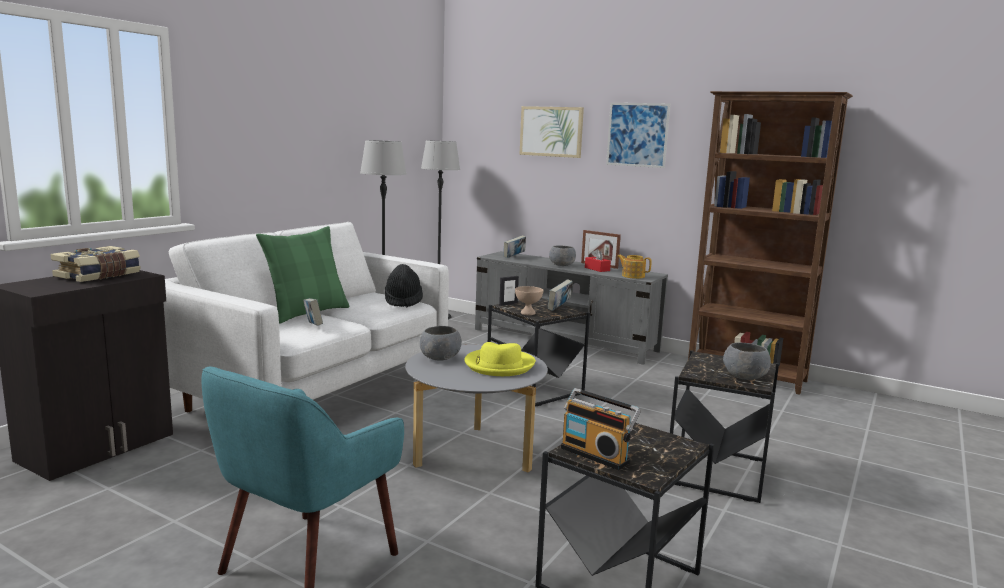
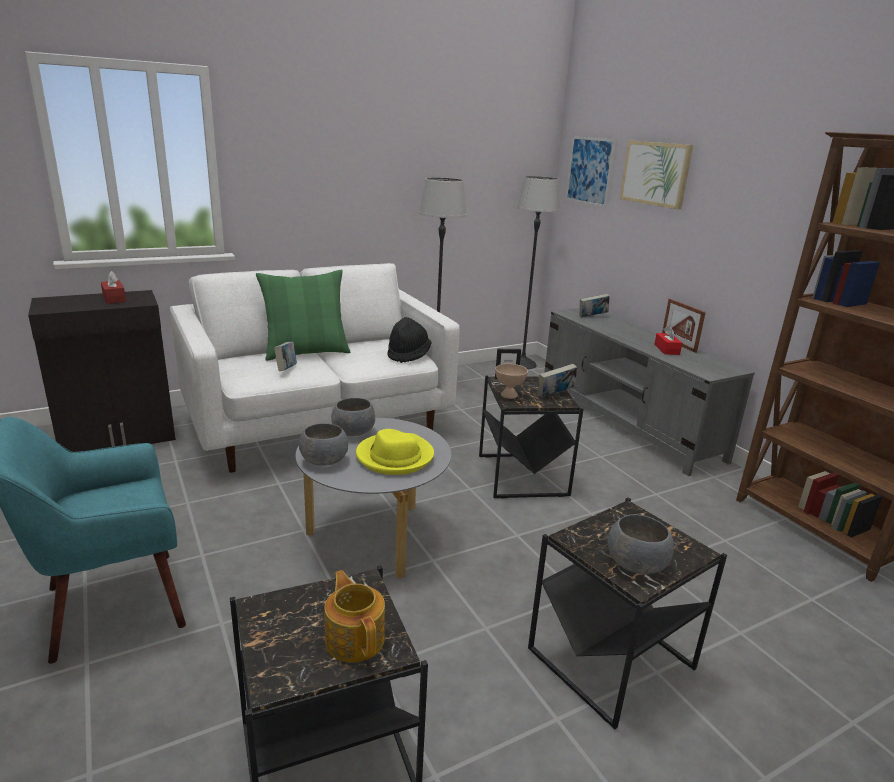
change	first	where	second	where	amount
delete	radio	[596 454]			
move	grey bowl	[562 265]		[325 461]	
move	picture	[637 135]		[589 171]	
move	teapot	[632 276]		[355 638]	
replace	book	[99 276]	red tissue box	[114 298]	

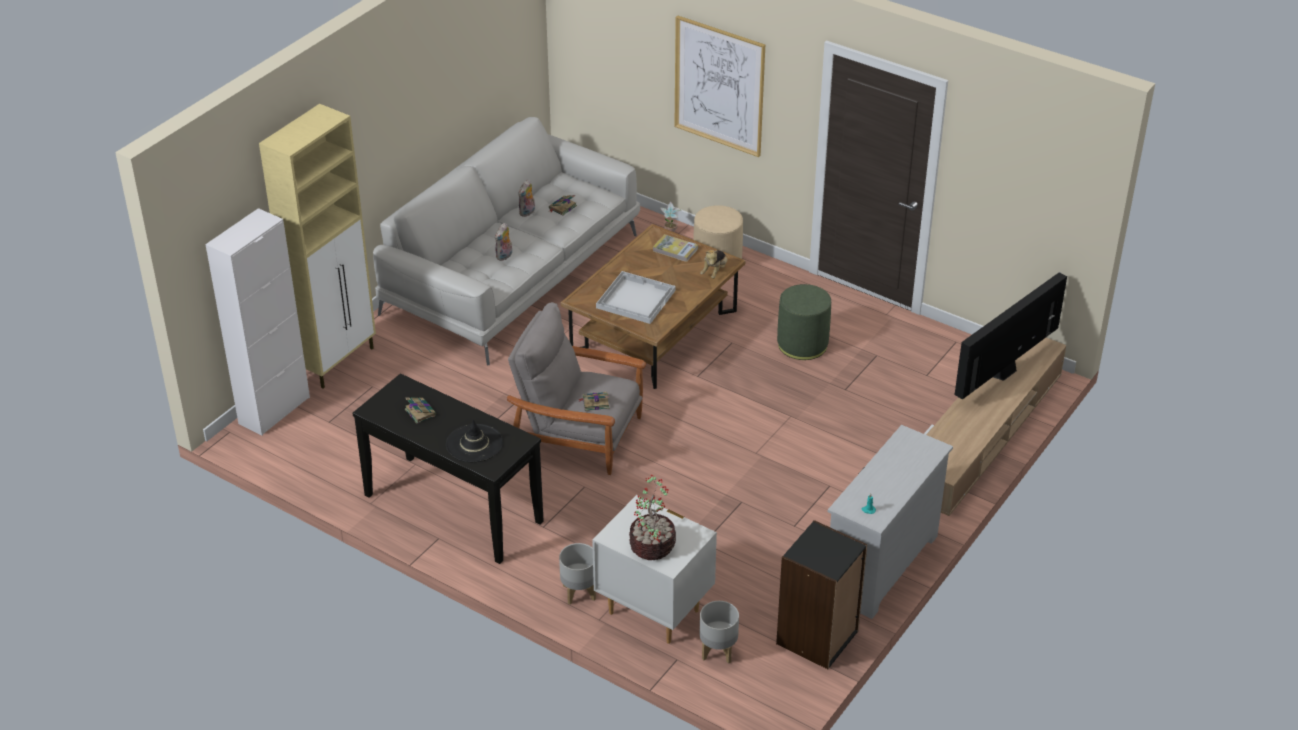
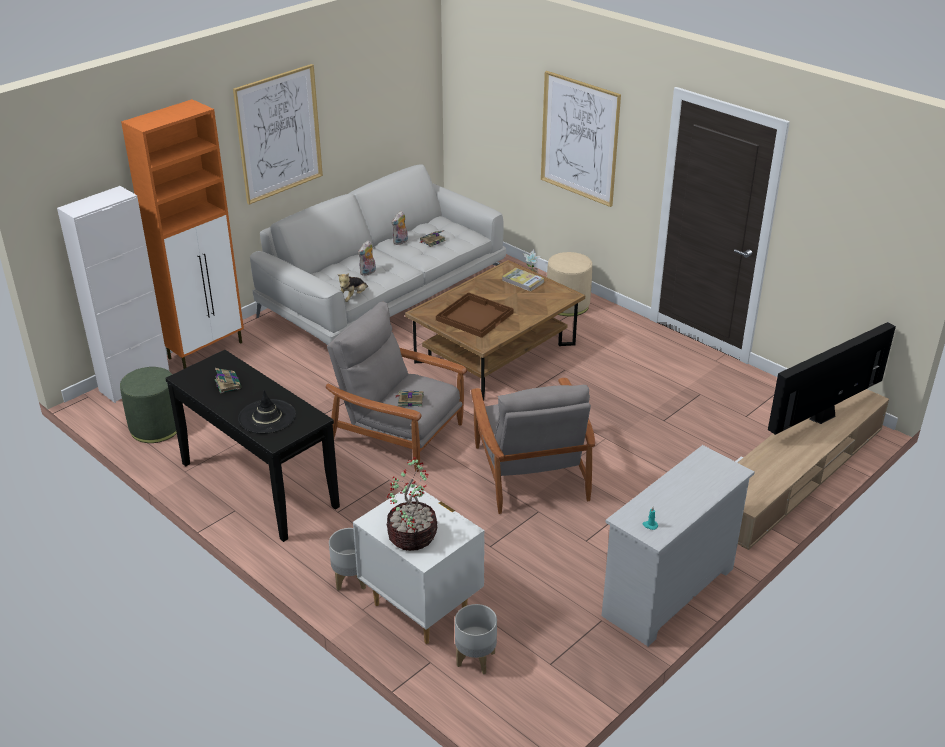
change	first	where	second	where	amount
delete	black bookcase	[818 638]			
insert			picture	[279 134]	
insert			grey armchair	[530 472]	
move	plush toy	[714 271]		[353 297]	
move	green ottoman	[802 344]		[155 428]	
recolor	beige cabinet	[337 362]	orange cabinet	[206 350]	
recolor	white tray	[635 298]	brown tray	[474 316]	

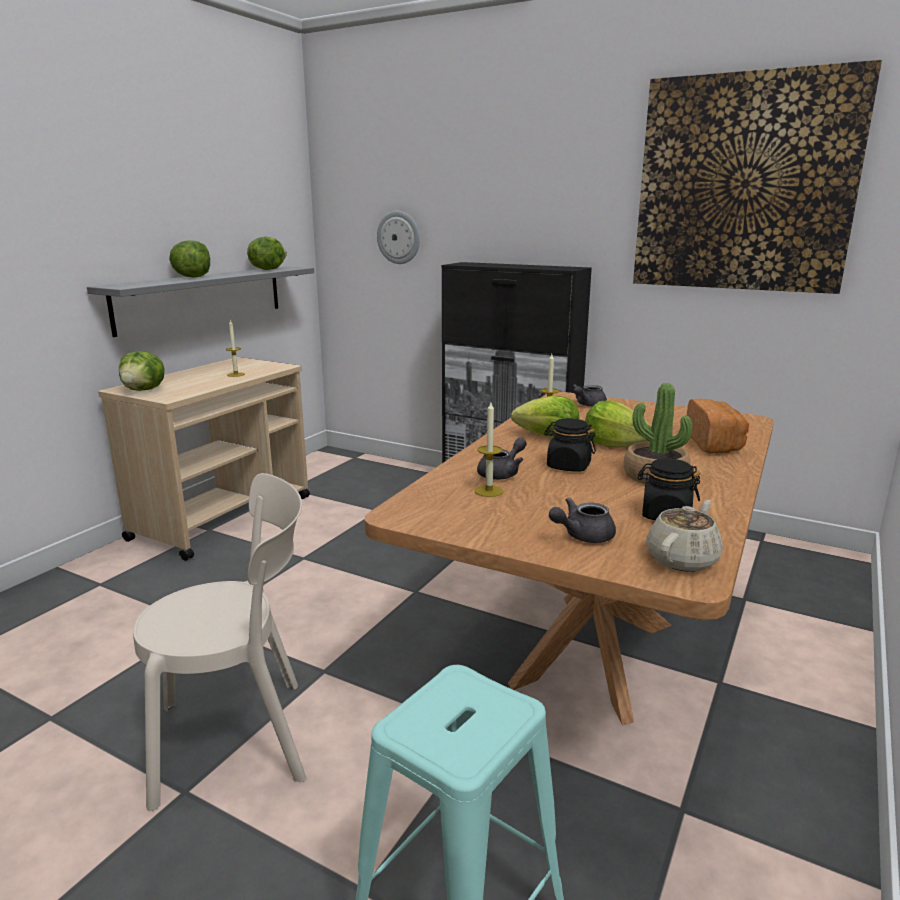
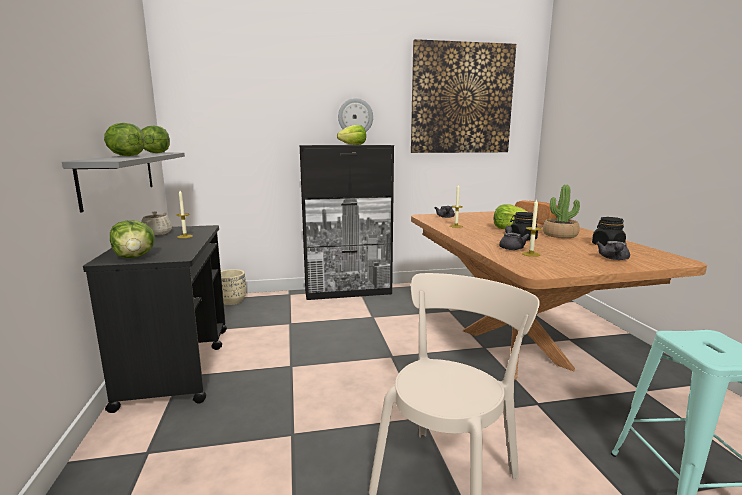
change	first	where	second	where	amount
insert			beige planter	[232 301]	
move	wall clock	[399 237]		[355 117]	
move	lettuce	[547 437]		[353 144]	
move	beige teapot	[683 559]		[157 233]	
recolor	beige cart	[224 517]	black cart	[178 364]	

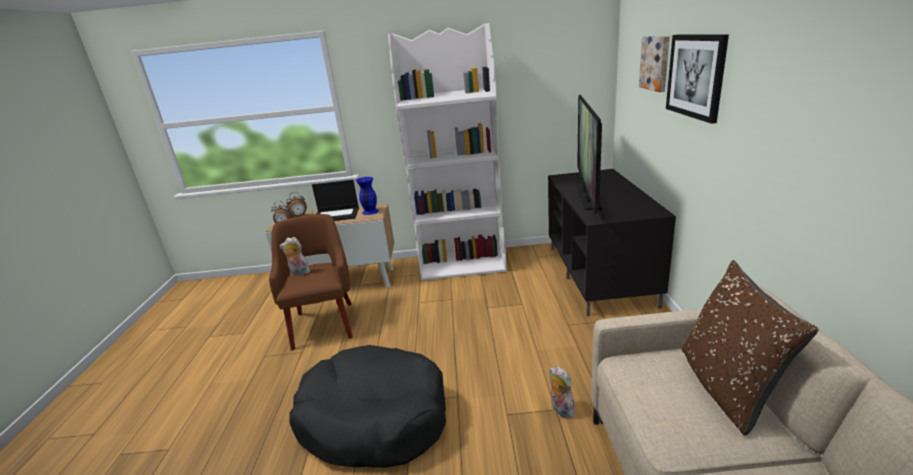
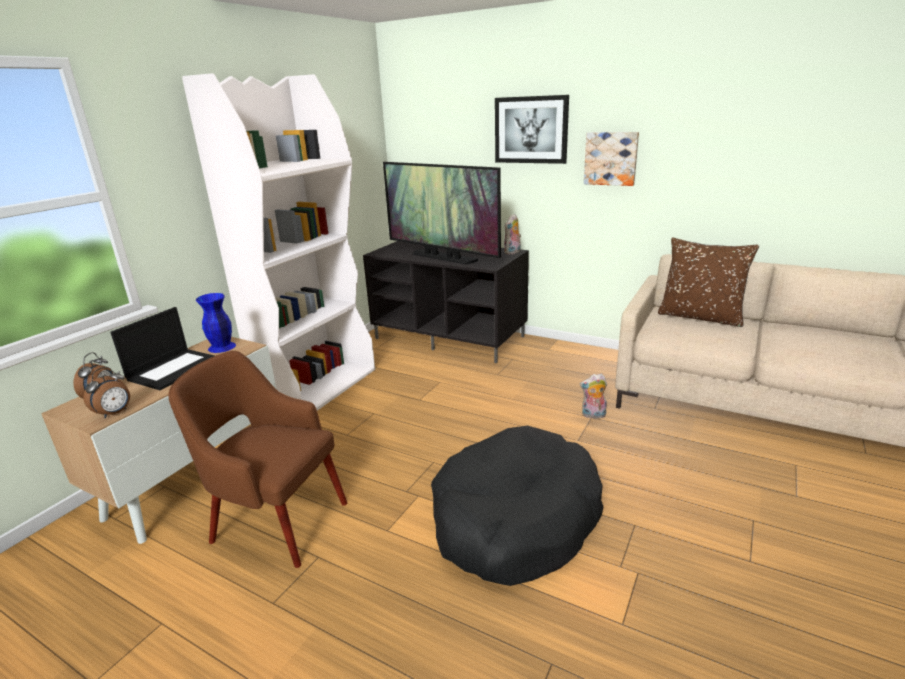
change	first	where	second	where	amount
move	plush toy	[298 273]		[512 252]	
move	picture	[656 63]		[611 158]	

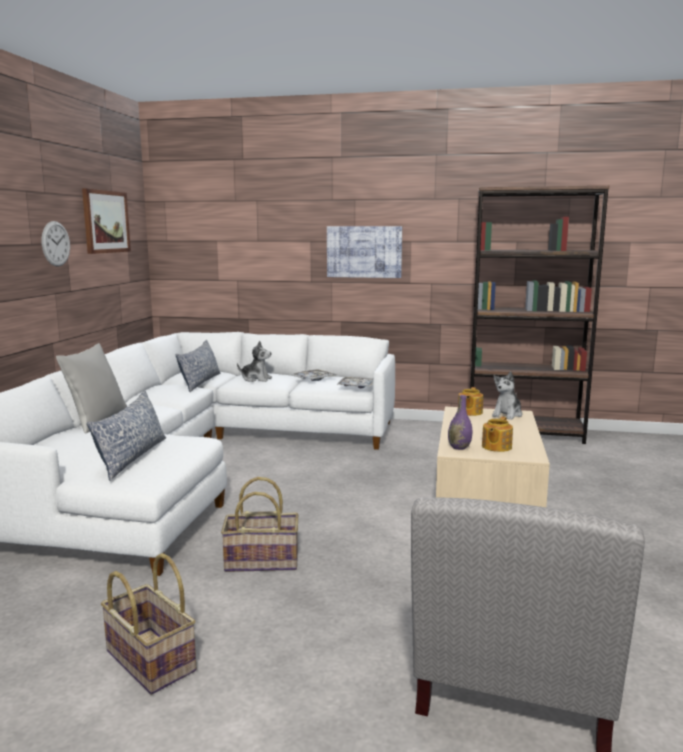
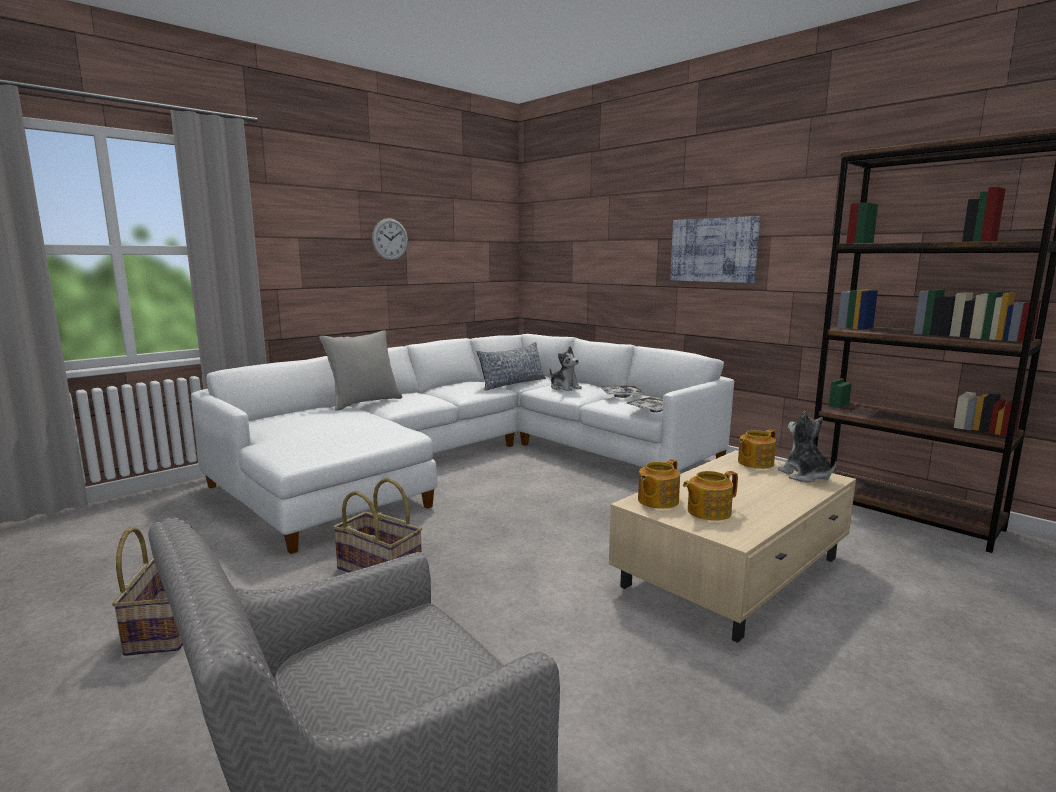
change	first	where	second	where	amount
delete	picture	[106 221]			
delete	pillow	[132 457]			
replace	purple vase	[459 447]	teapot	[657 501]	
rotate	plush toy	[507 414]		[805 476]	90 degrees clockwise

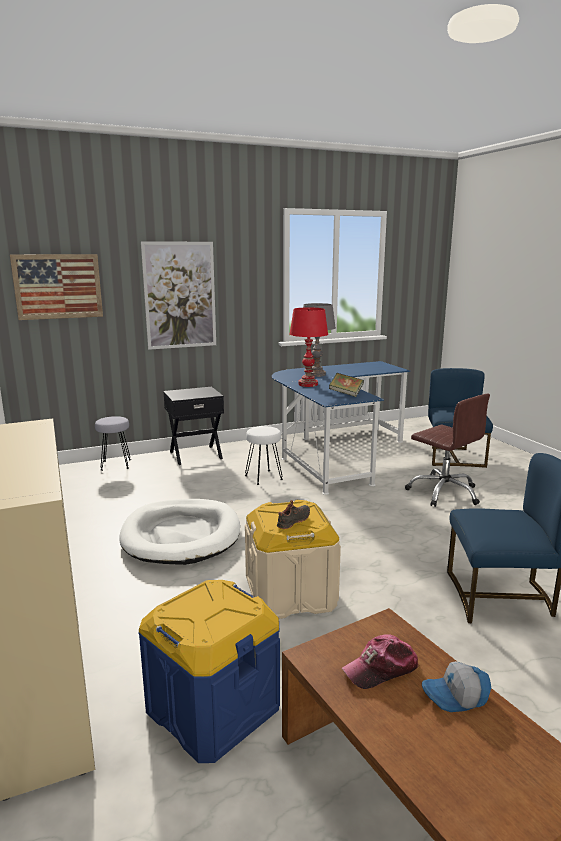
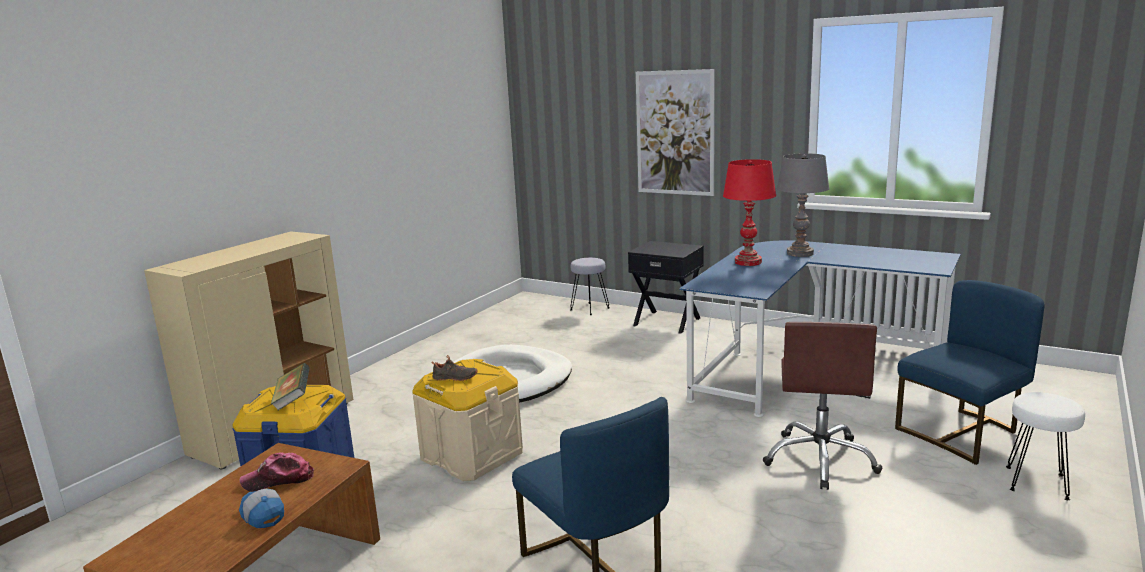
change	first	where	second	where	amount
delete	picture	[58 286]			
move	white stool	[264 477]		[1038 483]	
move	book	[346 394]		[293 400]	
rotate	cap	[381 669]		[279 480]	45 degrees counterclockwise

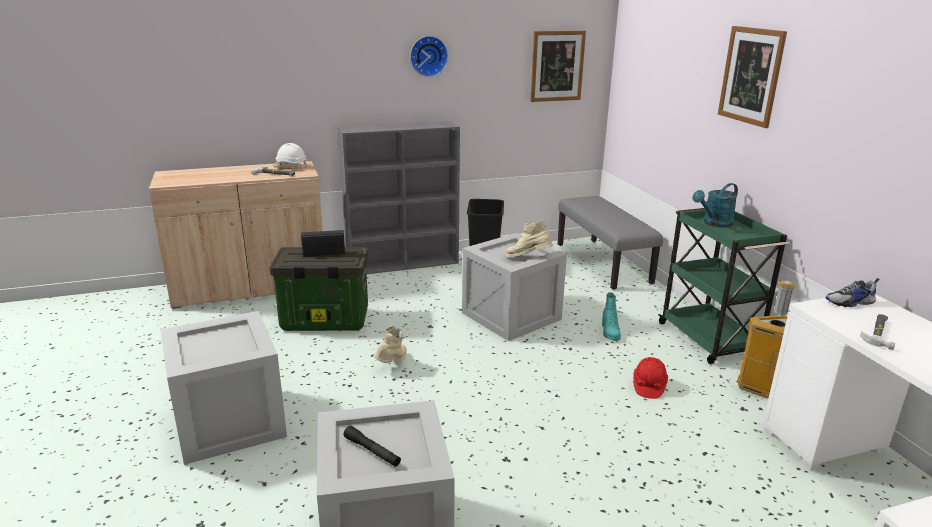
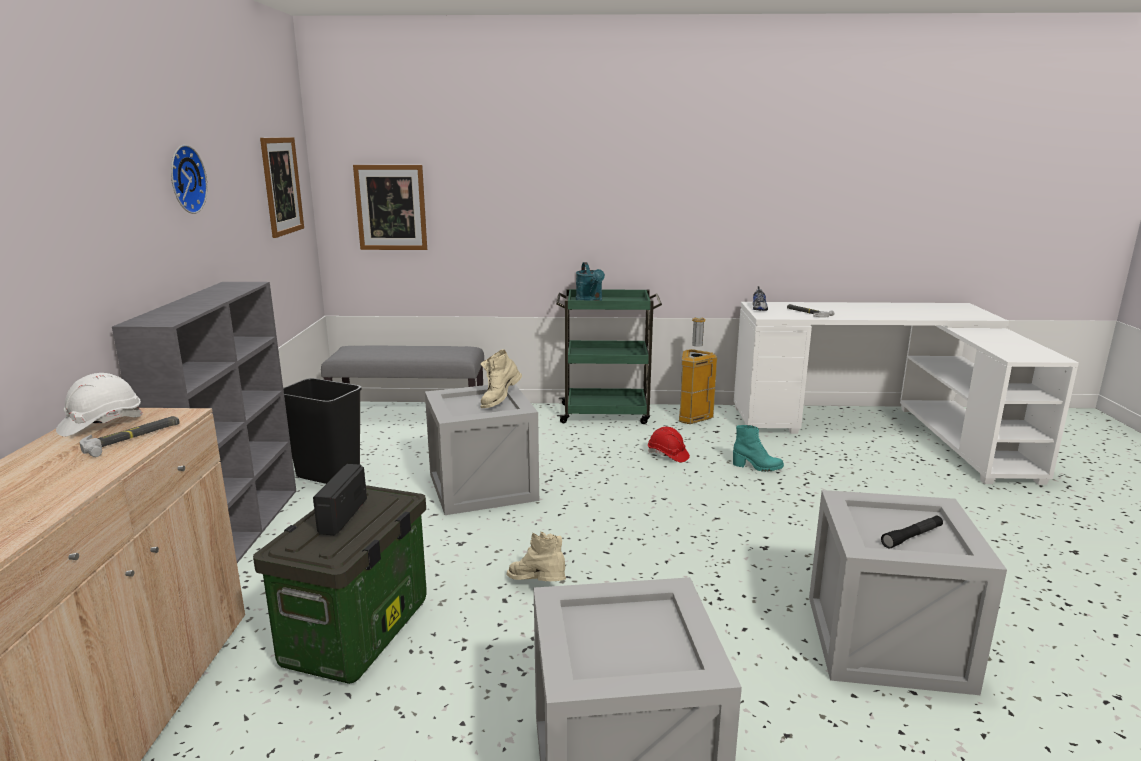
change	first	where	second	where	amount
move	turquoise boot	[609 332]		[757 467]	
move	picture	[751 75]		[391 207]	

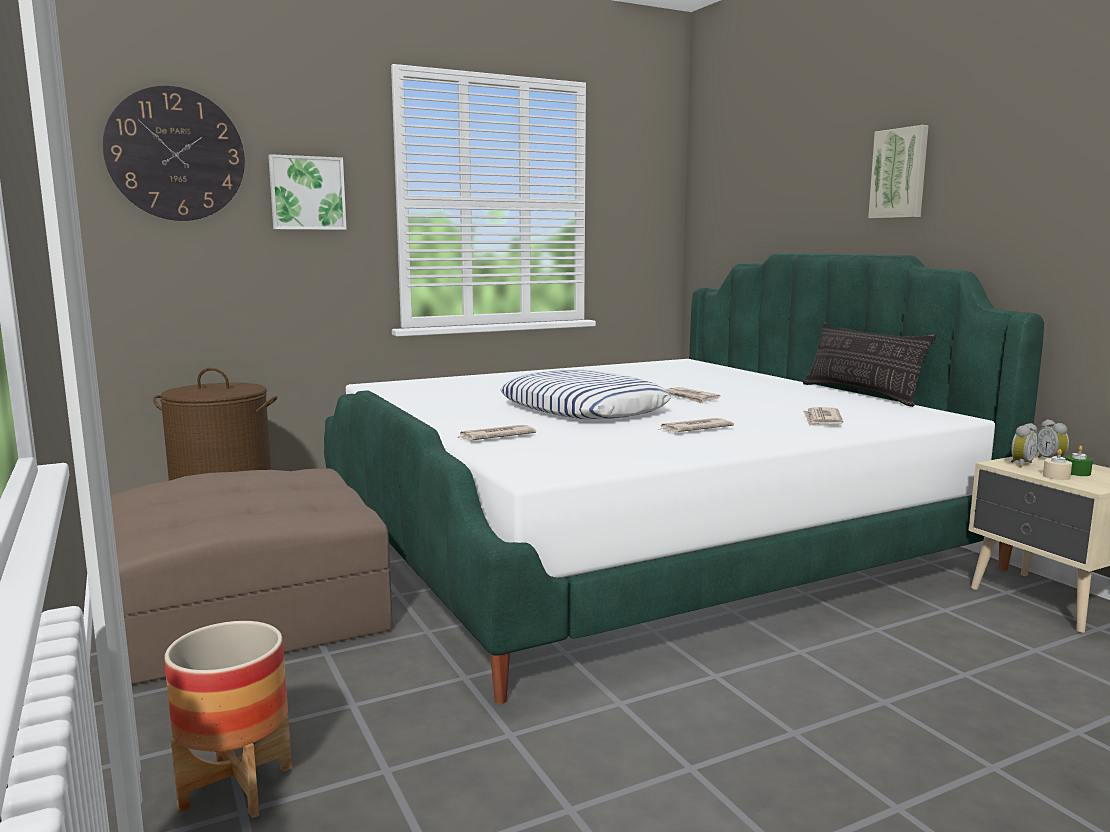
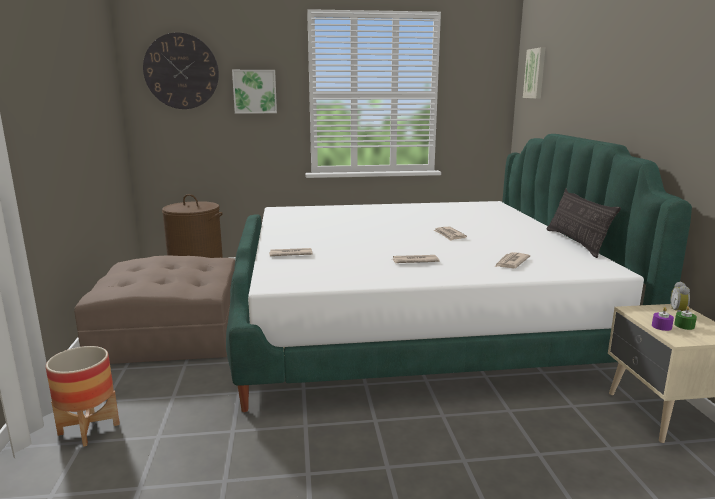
change	first	where	second	where	amount
delete	pillow	[584 408]			
delete	alarm clock	[1020 464]			
move	picture	[900 173]		[535 73]	
recolor	beige candle	[1056 476]	purple candle	[661 326]	

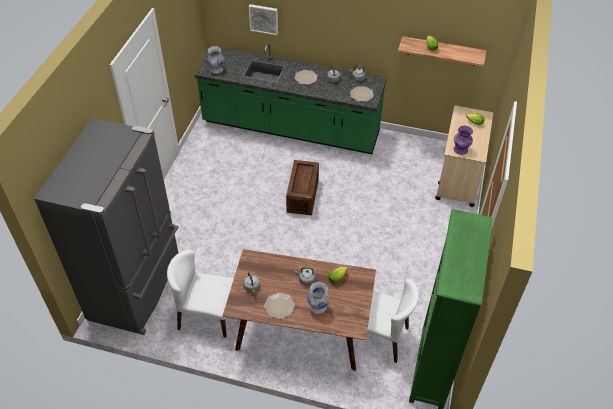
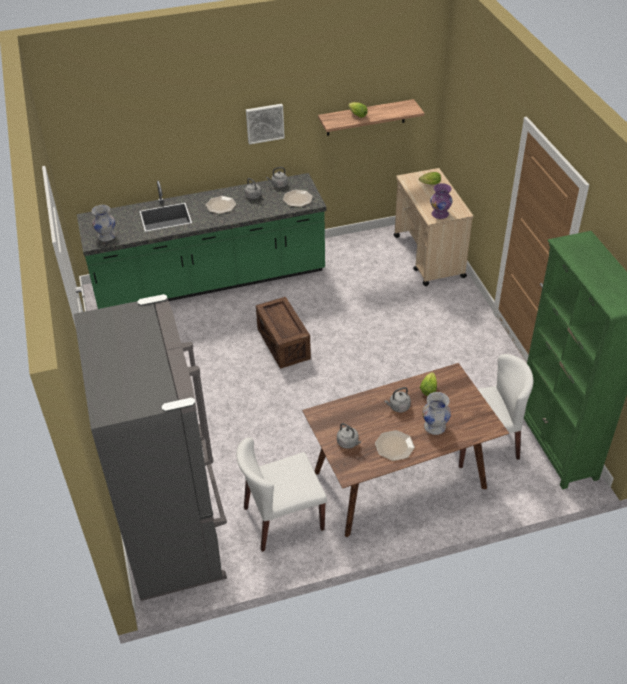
change	first	where	second	where	amount
move	picture	[264 18]		[264 123]	

